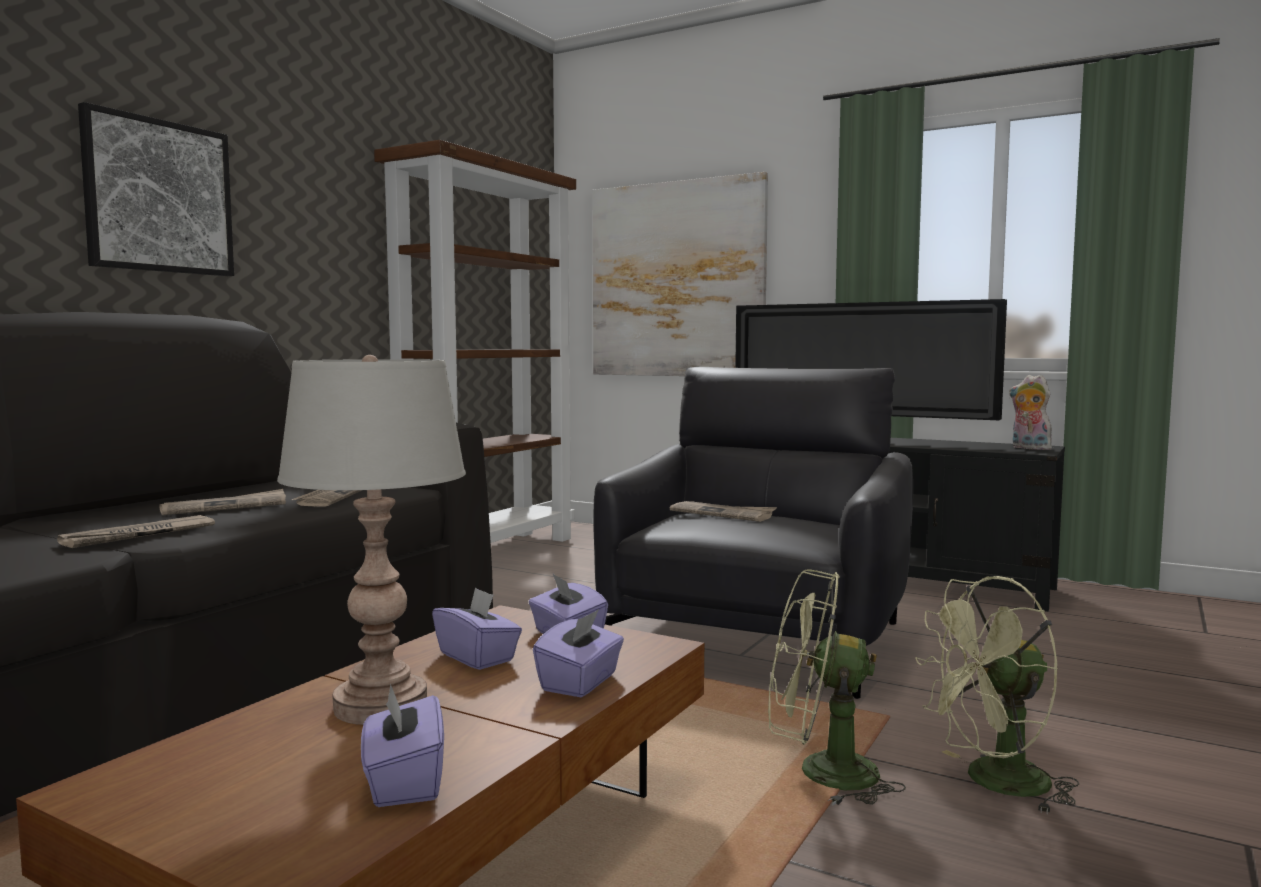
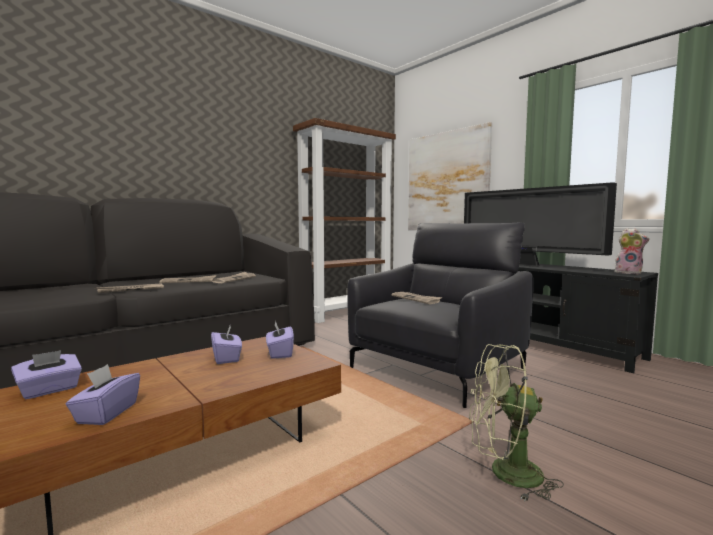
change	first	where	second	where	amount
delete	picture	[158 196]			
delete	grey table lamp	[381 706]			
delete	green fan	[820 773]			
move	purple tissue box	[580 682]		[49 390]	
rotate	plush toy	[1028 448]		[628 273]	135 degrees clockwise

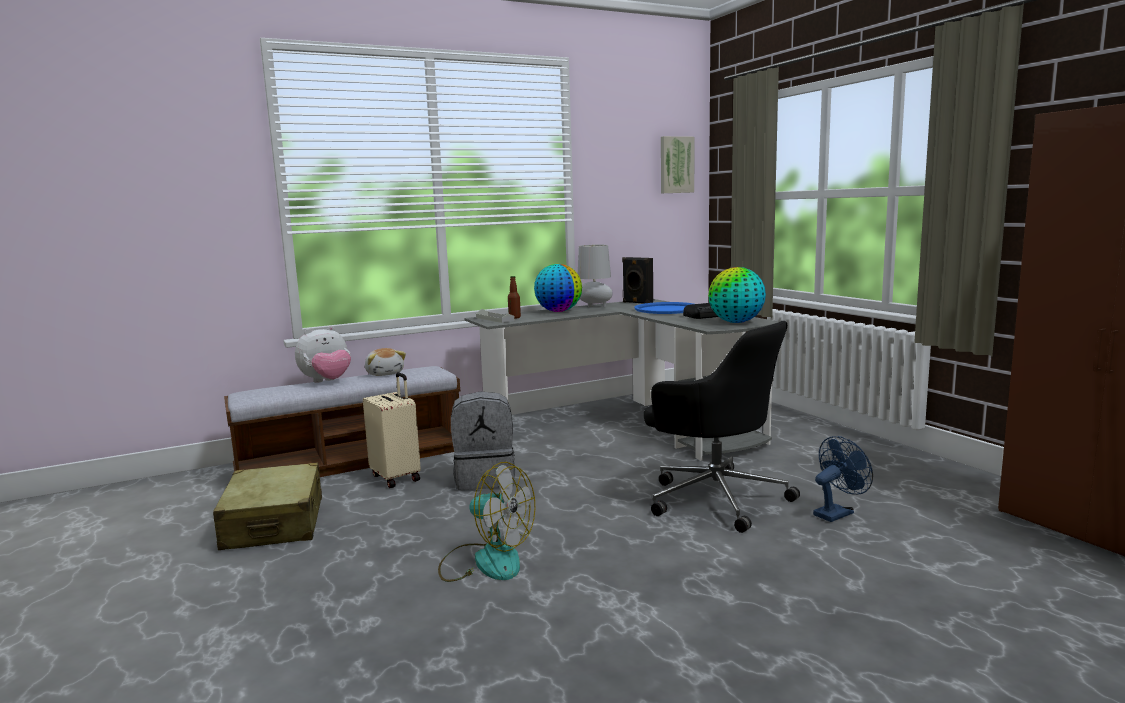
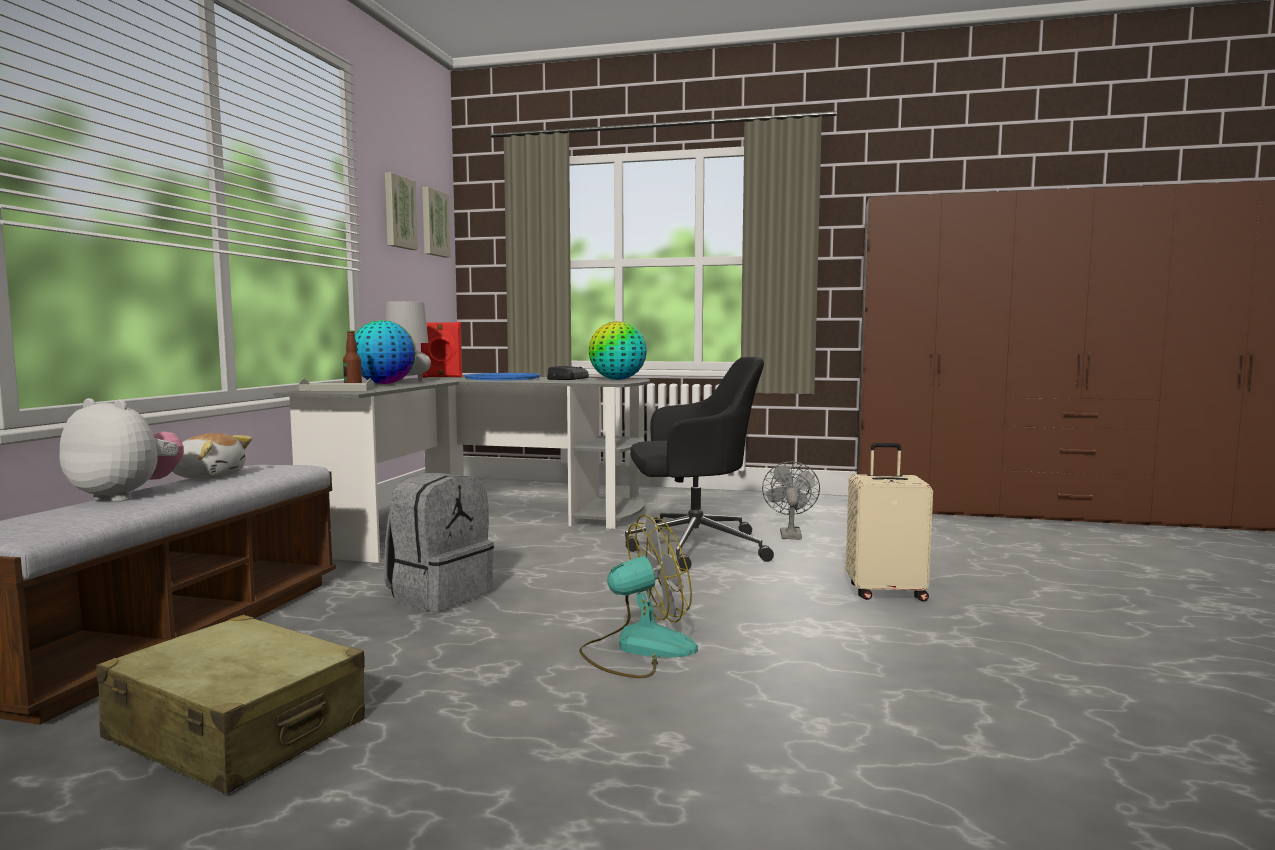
change	first	where	second	where	amount
insert			picture	[398 212]	
move	beige suitcase	[397 477]		[886 592]	
recolor	black speaker	[637 303]	red speaker	[441 377]	
recolor	blue fan	[837 513]	grey fan	[789 534]	
rotate	plush toy	[327 382]		[126 496]	75 degrees counterclockwise

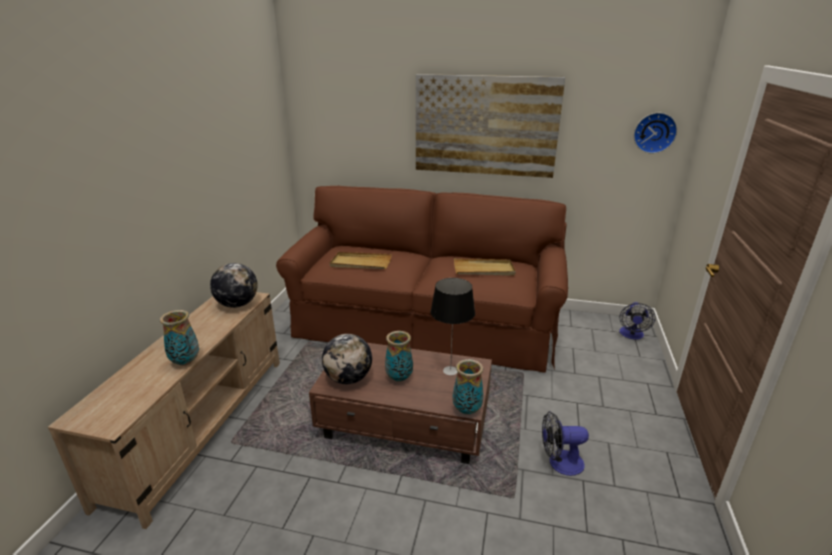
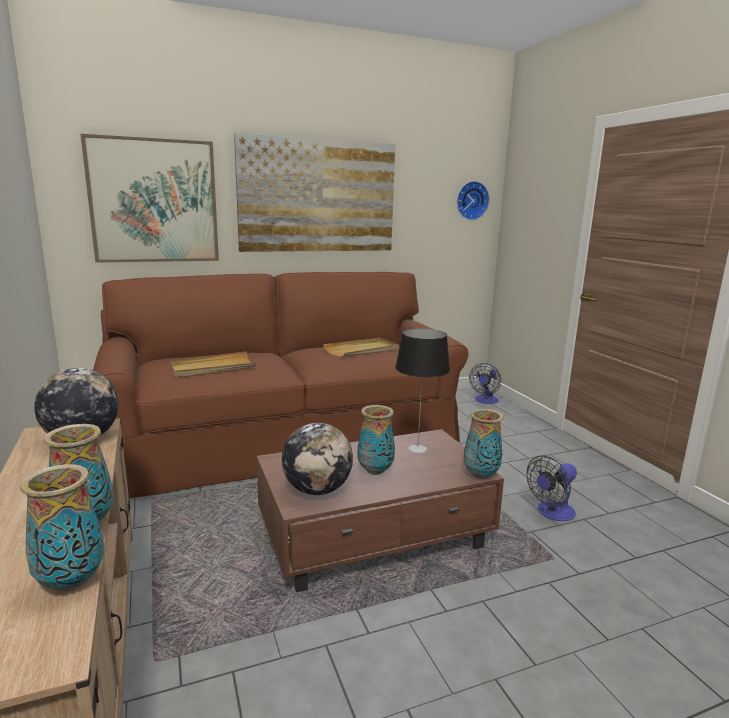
change	first	where	second	where	amount
insert			vase	[70 582]	
insert			picture	[154 201]	
rotate	fan	[631 335]		[485 401]	45 degrees clockwise

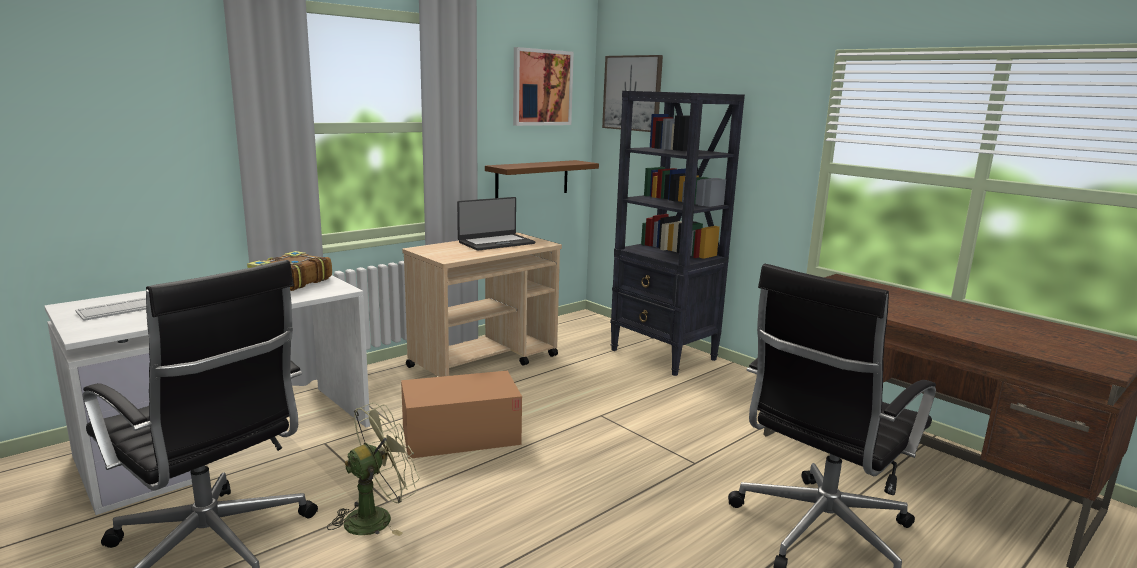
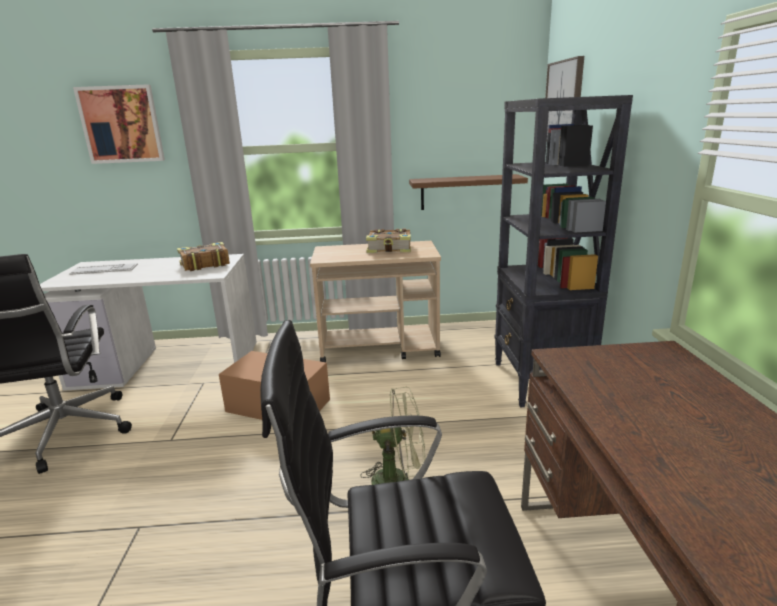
change	first	where	second	where	amount
move	green fan	[377 517]		[399 480]	
move	picture	[542 87]		[121 124]	
replace	laptop	[496 243]	book	[390 249]	

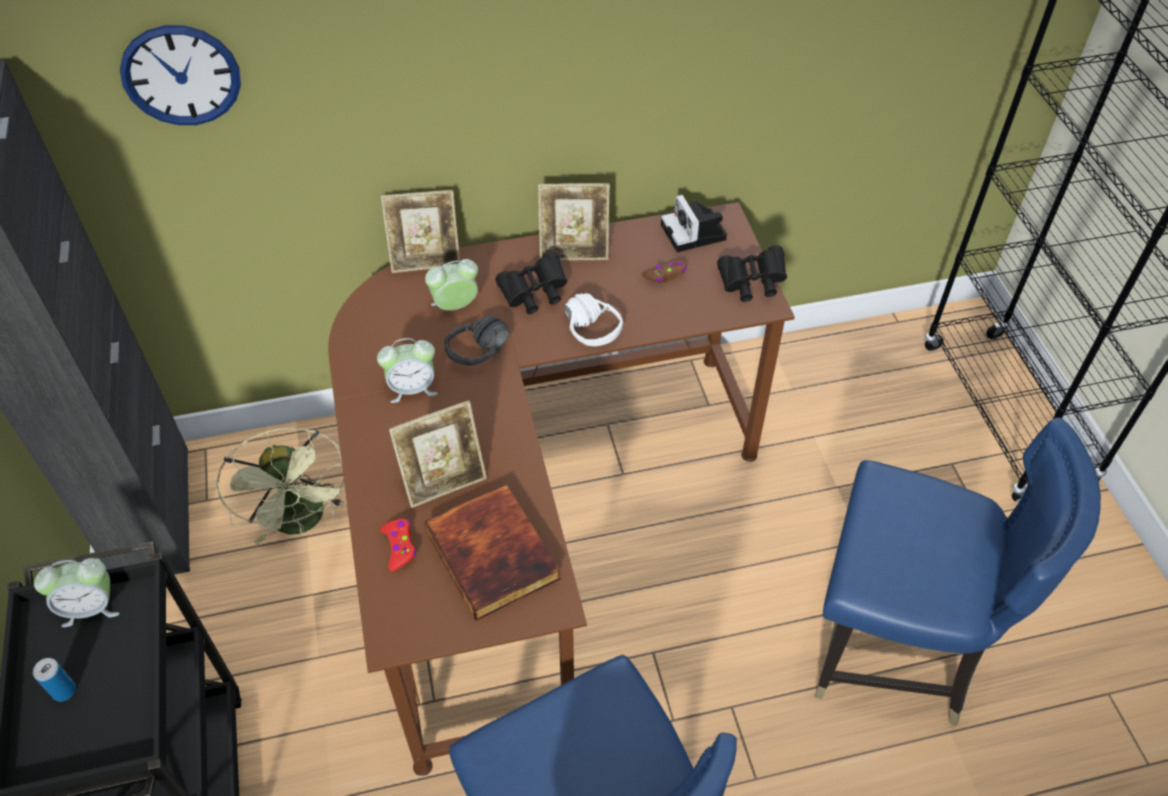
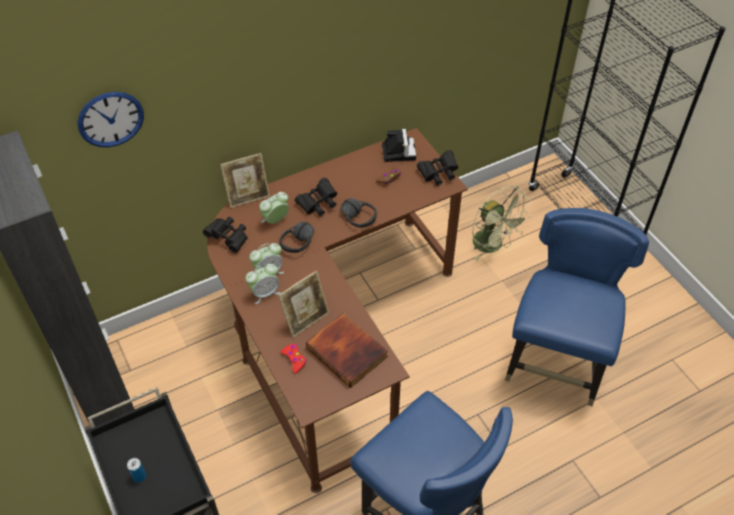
change	first	where	second	where	amount
delete	picture frame	[574 251]			
insert			black binoculars	[229 238]	
move	alarm clock	[91 607]		[264 293]	
move	green fan	[302 522]		[493 245]	
recolor	white headphones	[600 324]	black headphones	[362 214]	
rotate	photo camera	[695 234]		[398 151]	150 degrees counterclockwise
rotate	blue chair	[893 650]		[556 363]	75 degrees counterclockwise

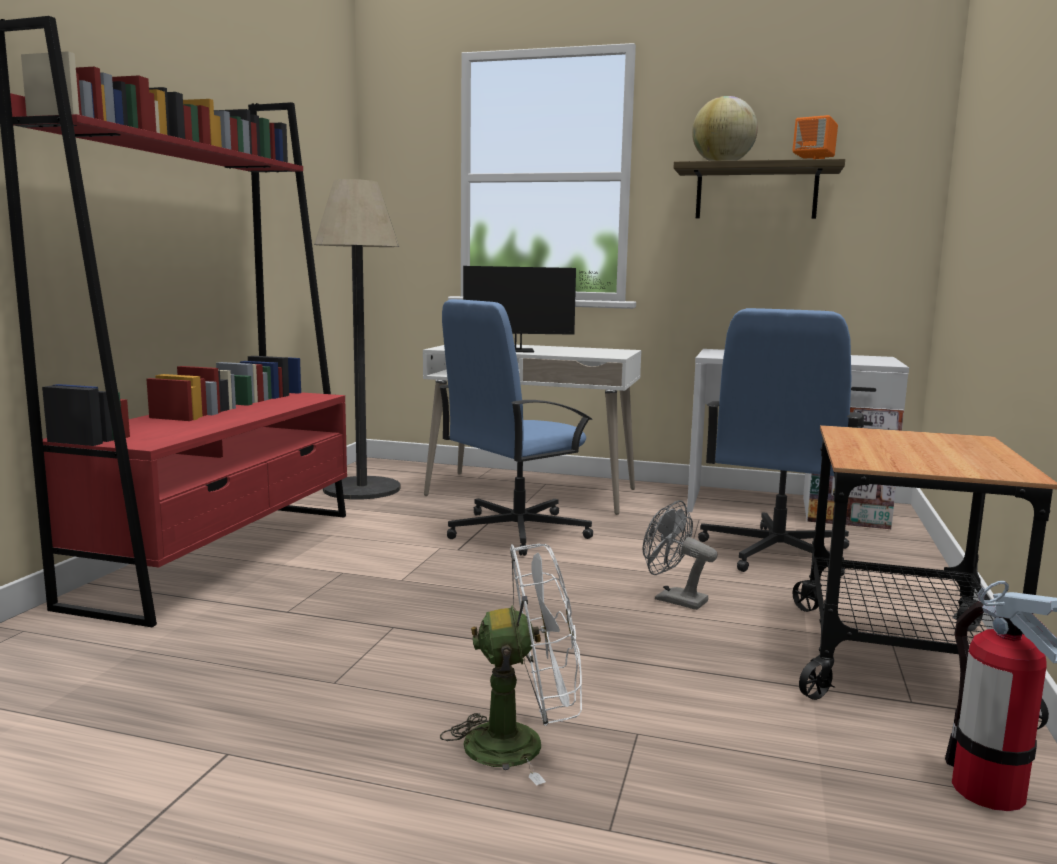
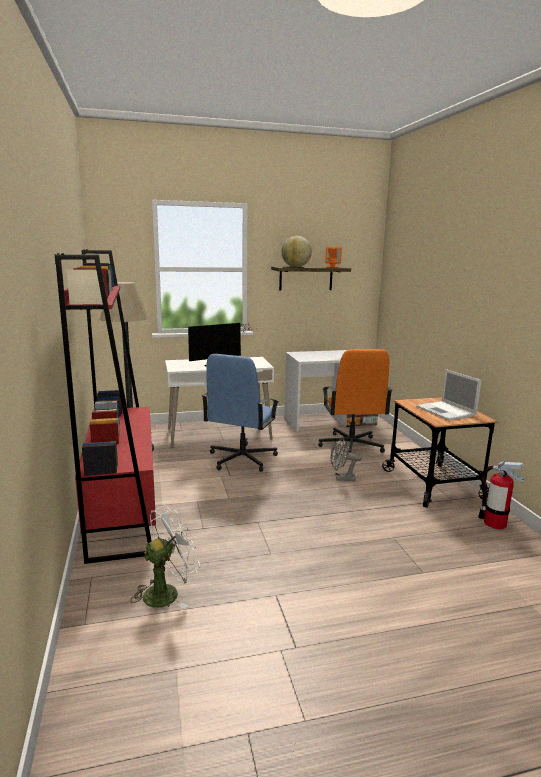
change	first	where	second	where	amount
insert			laptop	[446 411]	
move	white fan	[521 743]		[167 592]	
recolor	blue office chair	[775 552]	orange office chair	[351 446]	

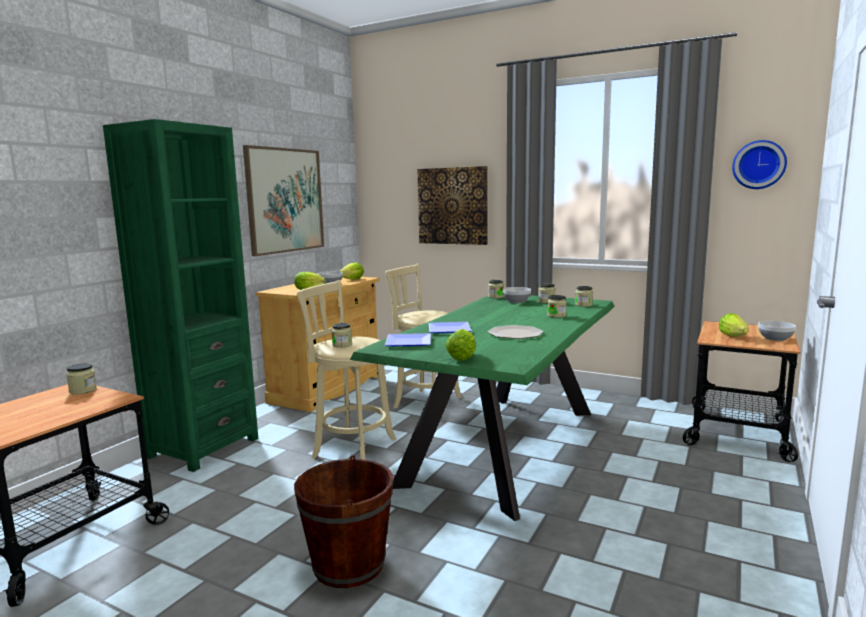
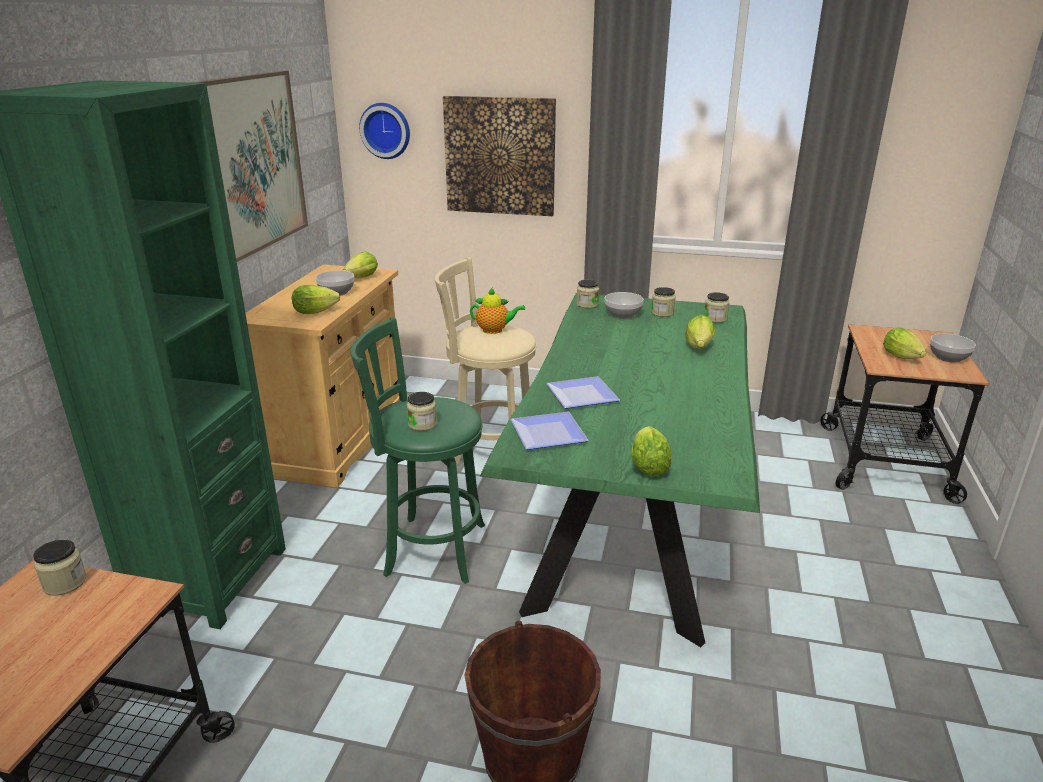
change	first	where	second	where	amount
delete	plate	[515 333]			
insert			teapot	[495 330]	
move	wall clock	[759 165]		[386 130]	
replace	jar	[556 315]	lettuce	[699 348]	
recolor	beige stool	[350 447]	green stool	[429 548]	

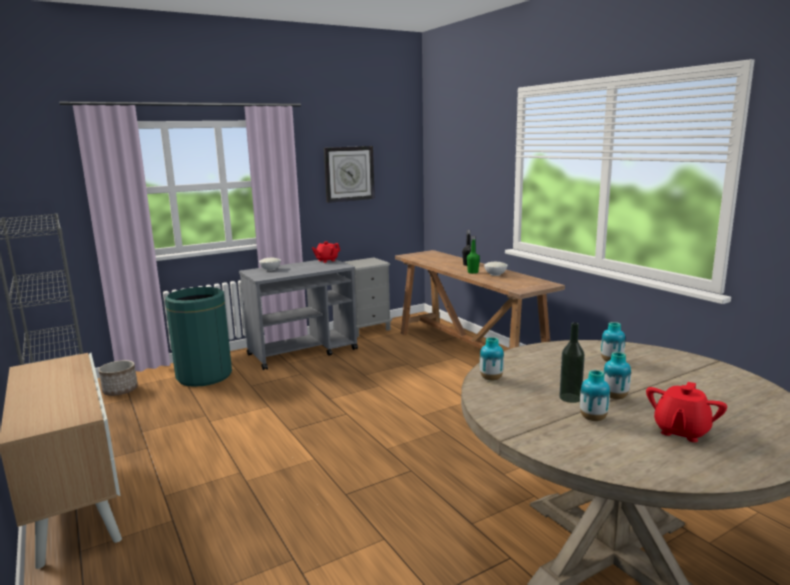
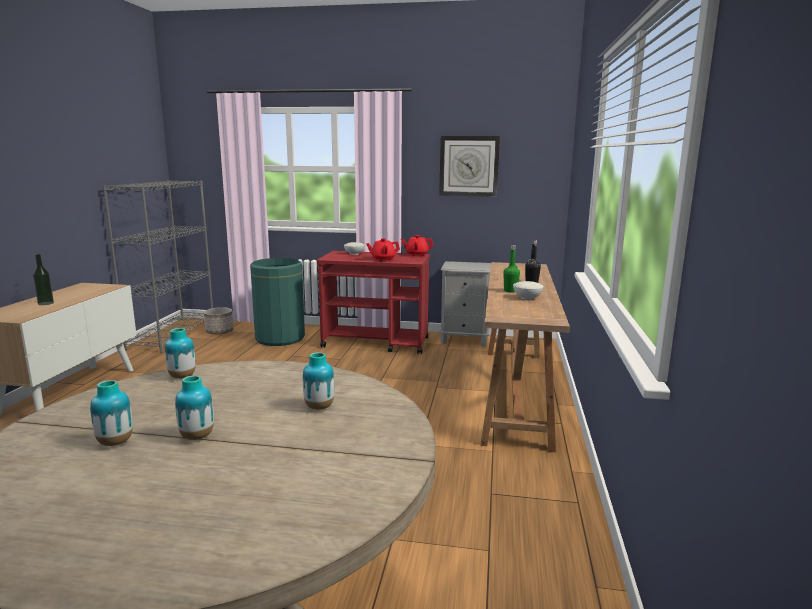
change	first	where	second	where	amount
move	bottle	[570 398]		[45 303]	
move	red teapot	[681 431]		[383 259]	
recolor	grey cart	[303 352]	red cart	[376 342]	

